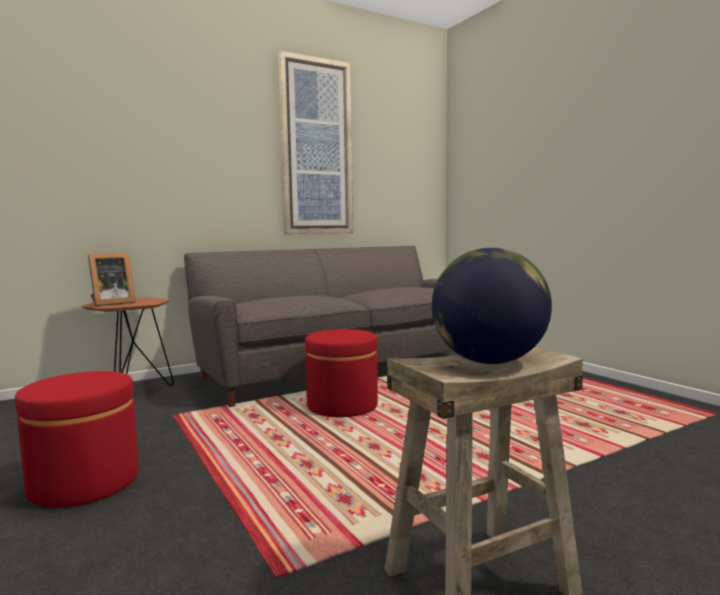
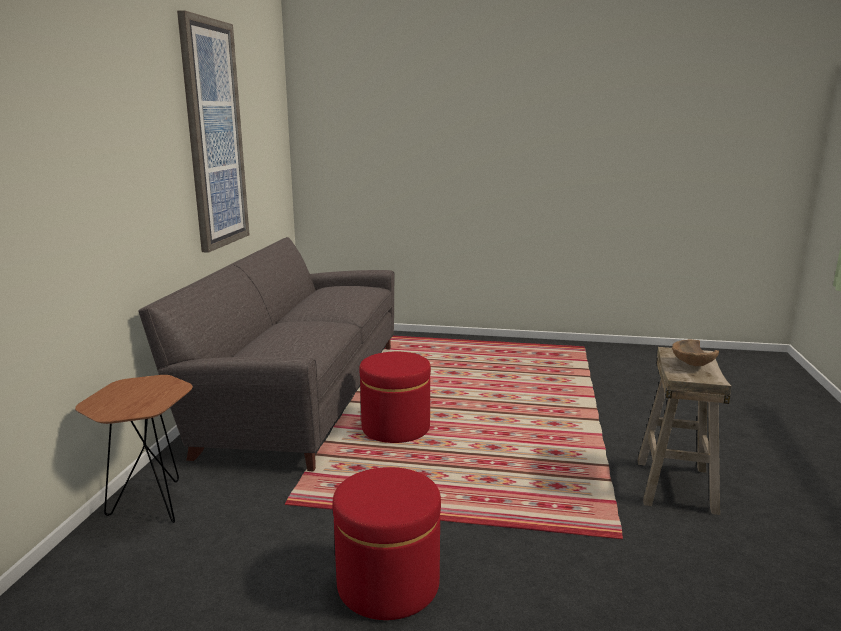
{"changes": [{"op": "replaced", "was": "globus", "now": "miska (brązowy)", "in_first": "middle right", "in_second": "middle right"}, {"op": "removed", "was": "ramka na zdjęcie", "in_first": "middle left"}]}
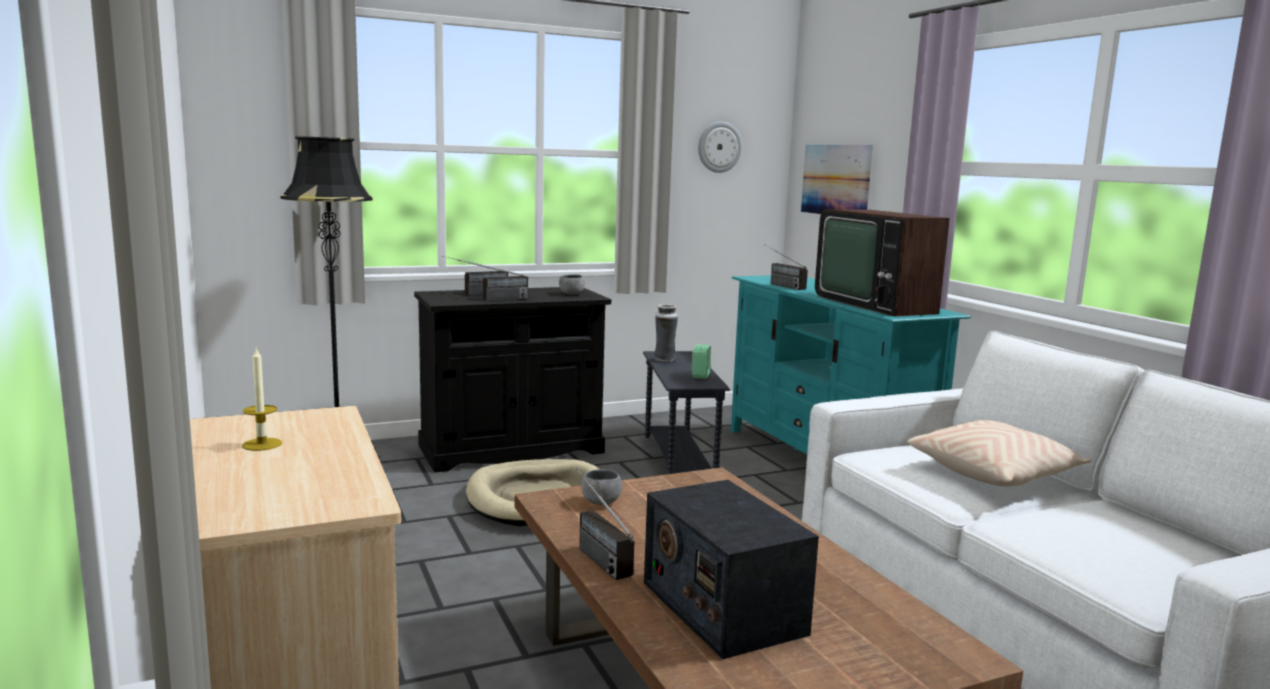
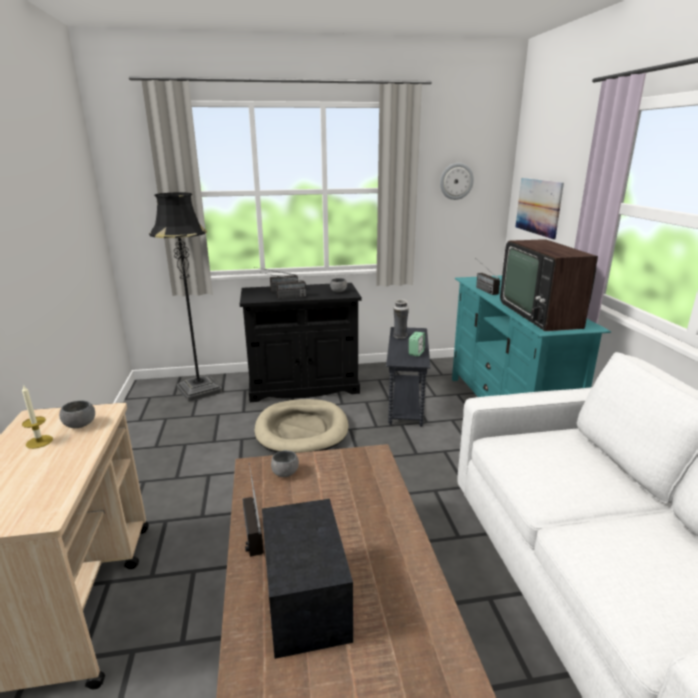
{"changes": [{"op": "removed", "was": "poduszka (beżowy)", "in_first": "middle right"}, {"op": "added", "now": "miska (szary) (1st from left)", "in_second": "middle left"}]}
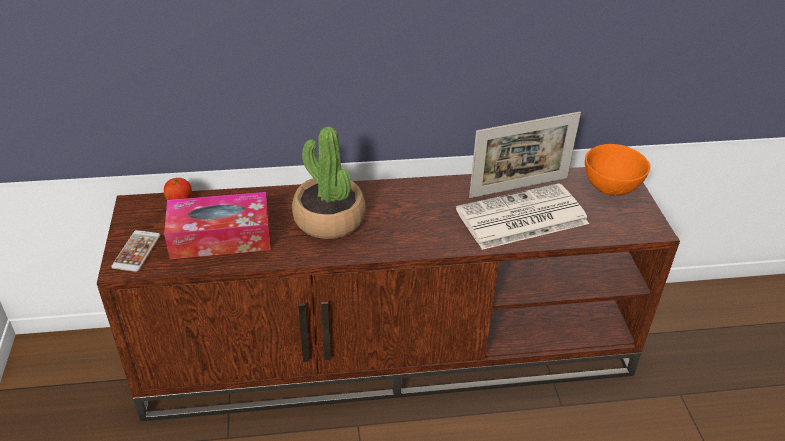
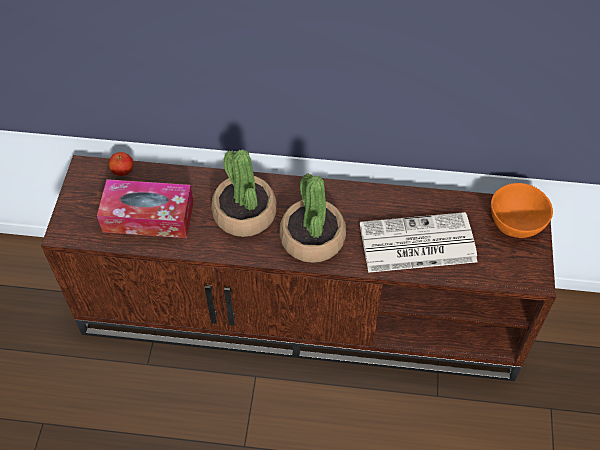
{"changes": [{"op": "removed", "was": "ramka na zdjęcie", "in_first": "middle right"}, {"op": "removed", "was": "telefon", "in_first": "middle left"}, {"op": "added", "now": "roślina doniczkowa (2nd from left)", "in_second": "centre"}]}
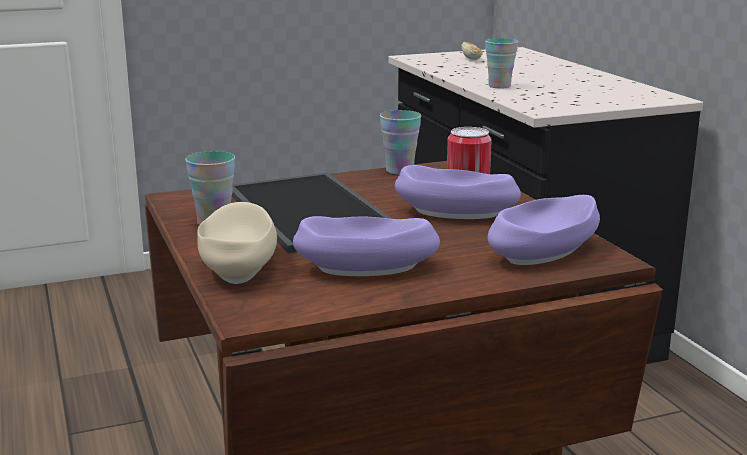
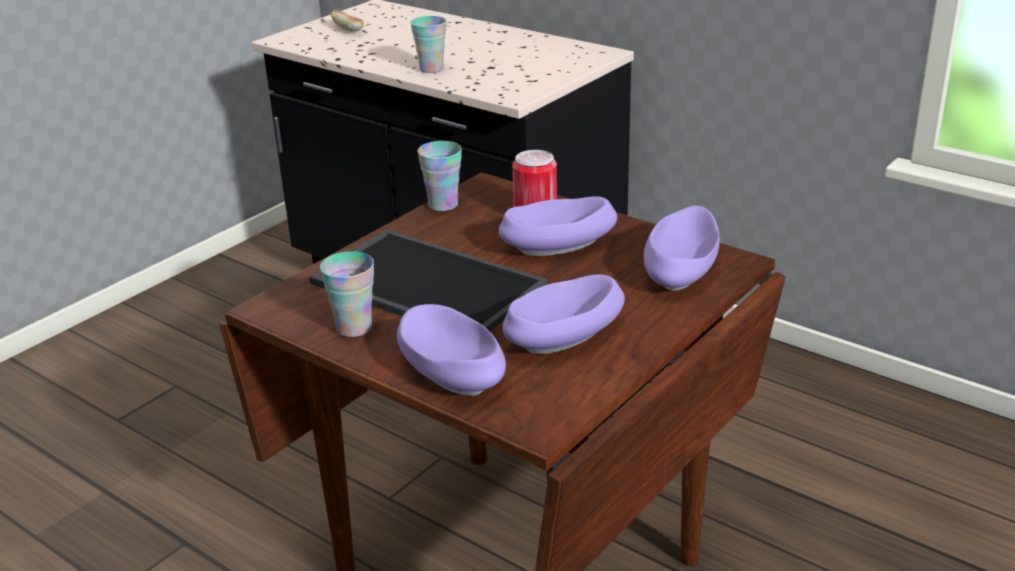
{"changes": [{"op": "recoloured", "was": "miska (beżowy)", "now": "miska (fioletowy) (1st from left)", "in_first": "middle left", "in_second": "centre"}]}
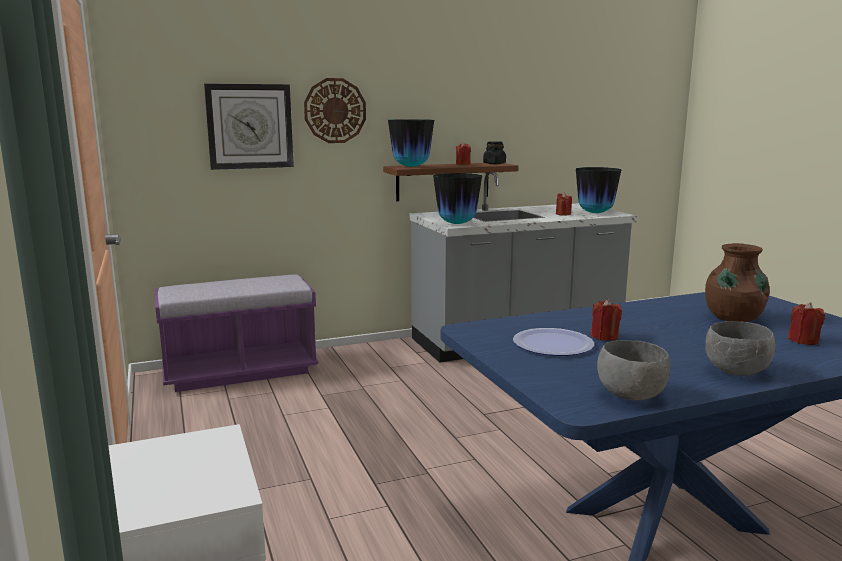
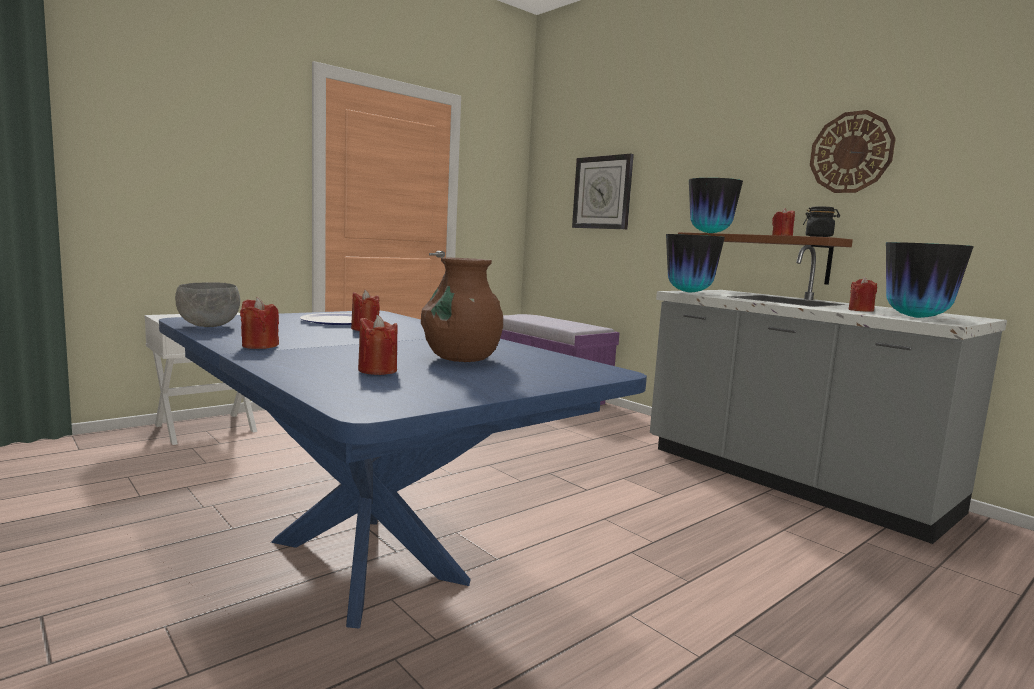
{"changes": [{"op": "moved", "was": "zegar ścienny (2nd from left)", "in_first": "top centre", "in_second": "top right"}, {"op": "replaced", "was": "miska (szary) (2nd from left)", "now": "świeca (czerwony) (1st from left)", "in_first": "middle right", "in_second": "middle left"}]}
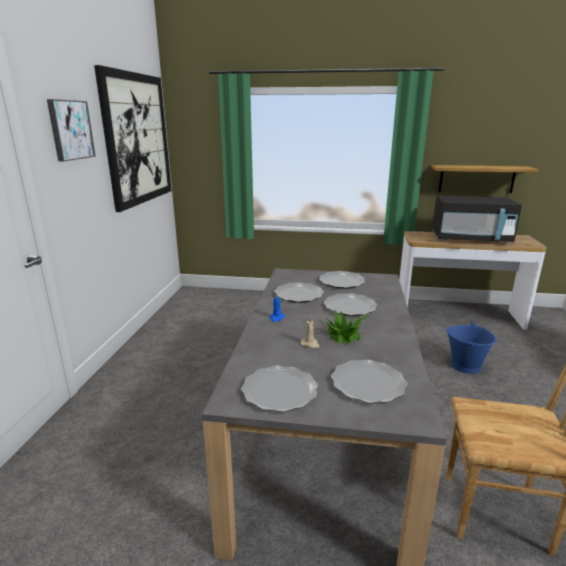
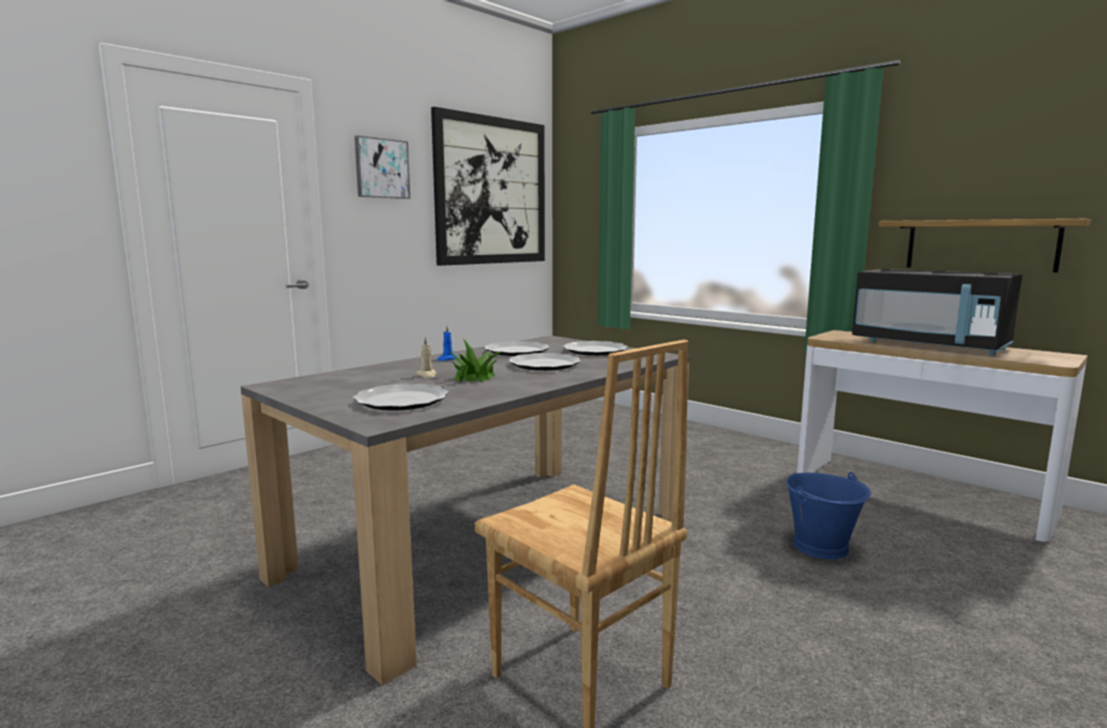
{"changes": [{"op": "removed", "was": "talerz (1st from left)", "in_first": "bottom centre"}]}
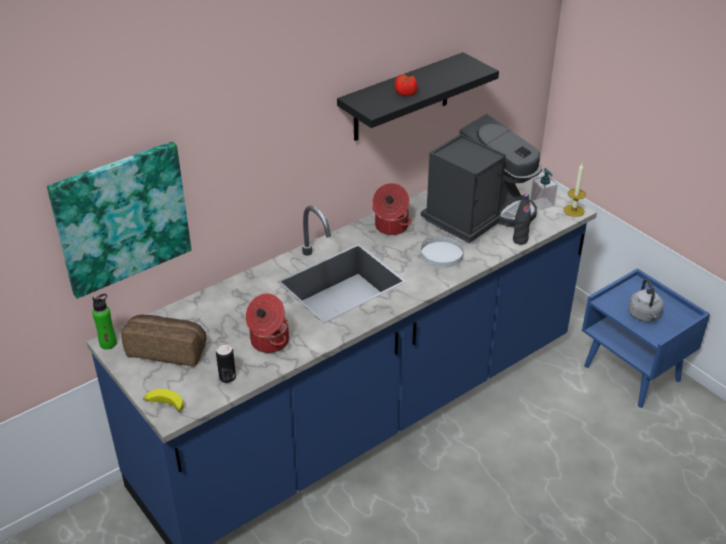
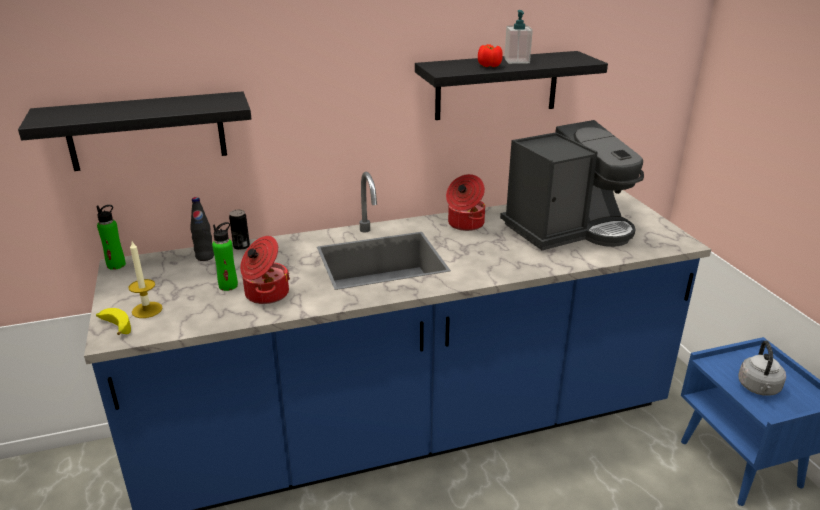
{"changes": [{"op": "replaced", "was": "obraz", "now": "półka (czarny) (1st from left)", "in_first": "middle left", "in_second": "top left"}, {"op": "moved", "was": "świeca", "in_first": "middle right", "in_second": "middle left"}, {"op": "moved", "was": "dozownik mydła", "in_first": "middle right", "in_second": "top centre"}, {"op": "moved", "was": "butelka (czarny)", "in_first": "middle right", "in_second": "middle left"}, {"op": "removed", "was": "talerz (biały)", "in_first": "centre"}, {"op": "removed", "was": "chleb", "in_first": "middle left"}, {"op": "moved", "was": "puszka", "in_first": "bottom left", "in_second": "middle left"}, {"op": "added", "now": "butelka (zielony) (2nd from left)", "in_second": "middle left"}]}
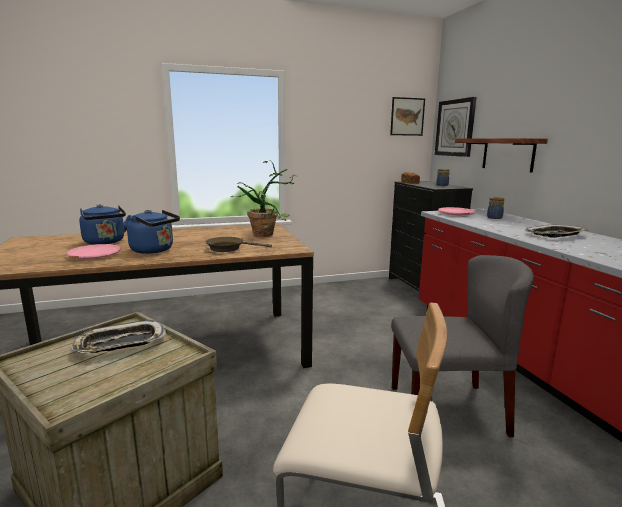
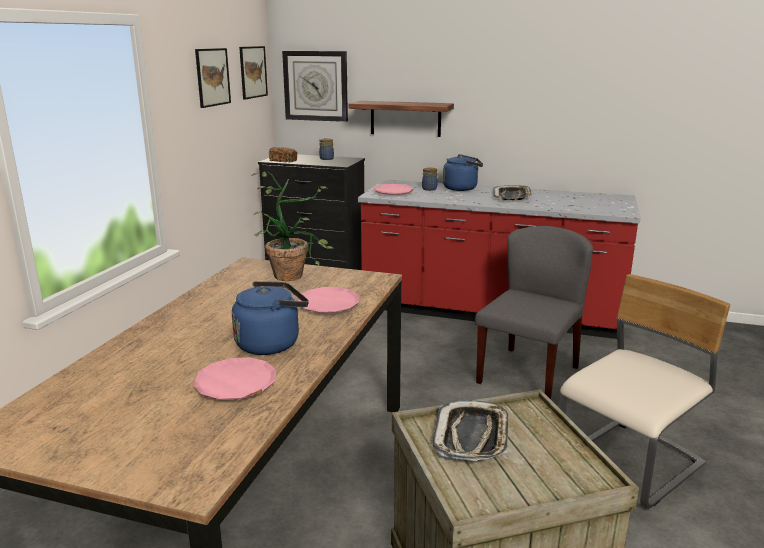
{"changes": [{"op": "moved", "was": "czajnik (niebieski) (1st from left in the first image)", "now": "czajnik (niebieski) (2nd from left)", "in_first": "middle left", "in_second": "top centre"}, {"op": "replaced", "was": "patelnia (brązowy)", "now": "talerz (różowy) (2nd from left)", "in_first": "centre", "in_second": "centre"}, {"op": "added", "now": "obraz (1st from left)", "in_second": "top left"}]}
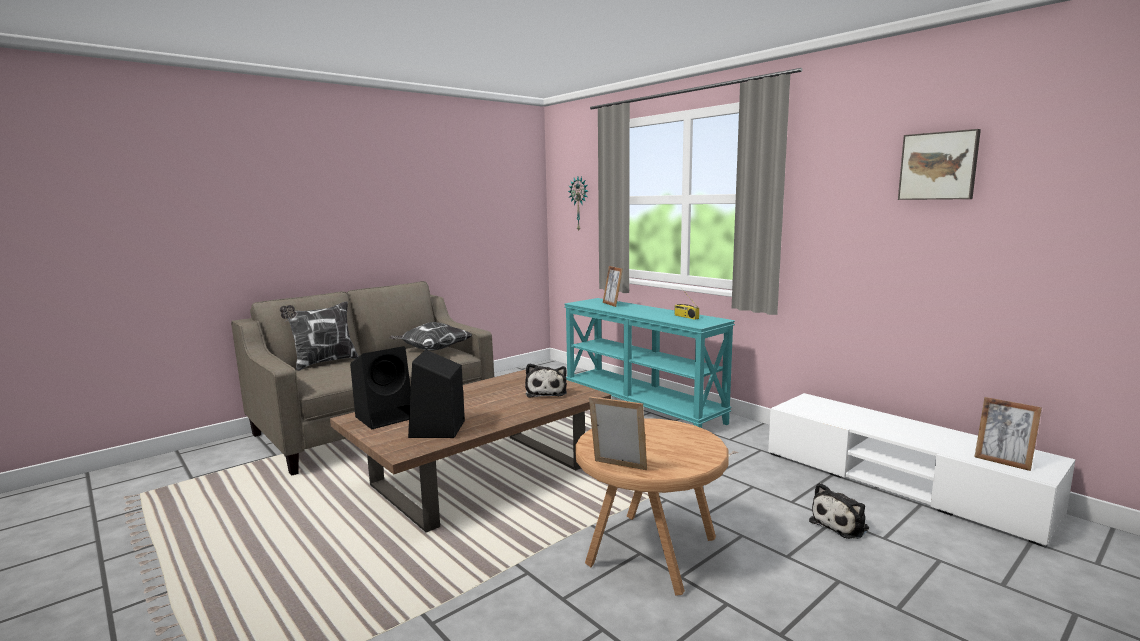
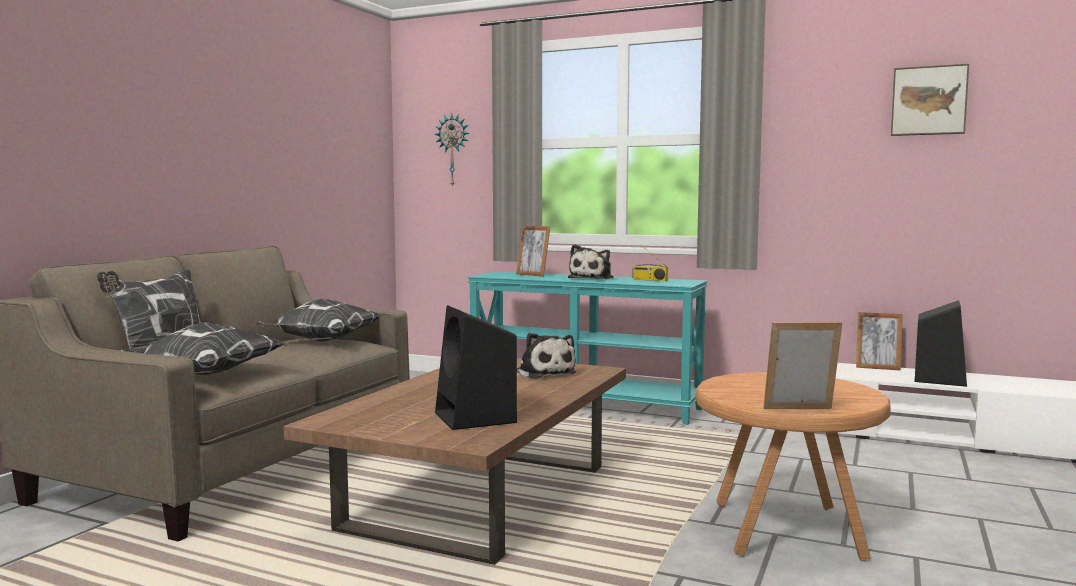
{"changes": [{"op": "moved", "was": "głośnik (czarny) (1st from left in the first image)", "now": "głośnik (czarny) (2nd from left)", "in_first": "centre", "in_second": "middle right"}, {"op": "moved", "was": "ramka na zdjęcie (3rd from left)", "in_first": "bottom right", "in_second": "middle right"}, {"op": "moved", "was": "pluszak (2nd from left)", "in_first": "bottom right", "in_second": "centre"}, {"op": "added", "now": "poduszka (2nd from left)", "in_second": "middle left"}]}
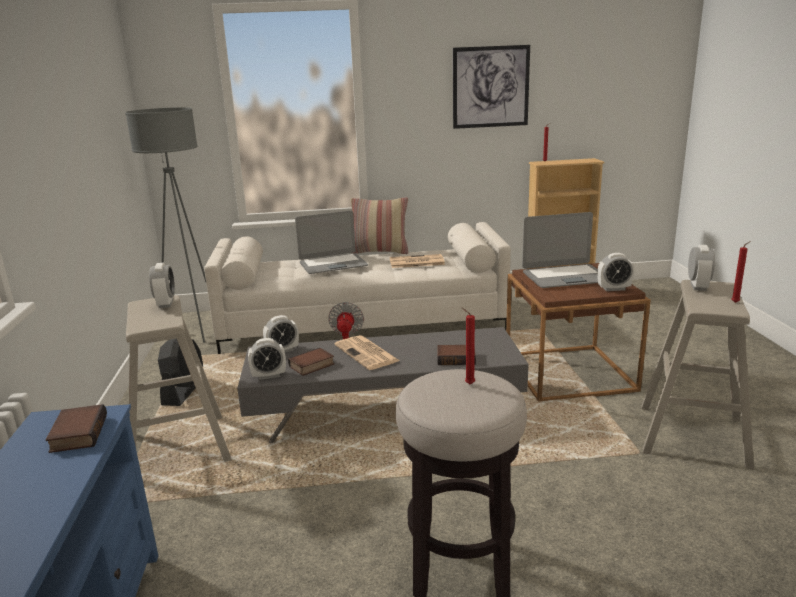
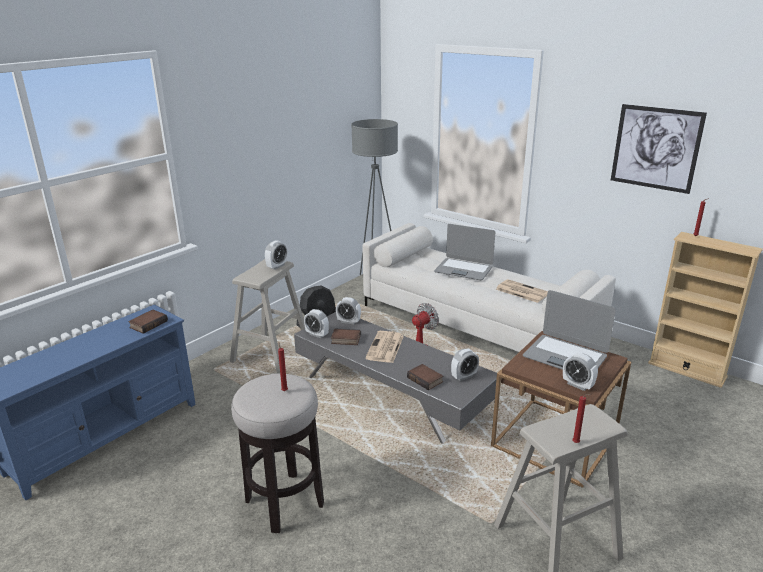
{"changes": [{"op": "removed", "was": "poduszka", "in_first": "centre"}, {"op": "moved", "was": "budzik (5th from left in the first image)", "now": "budzik (4th from left)", "in_first": "middle right", "in_second": "centre"}]}
